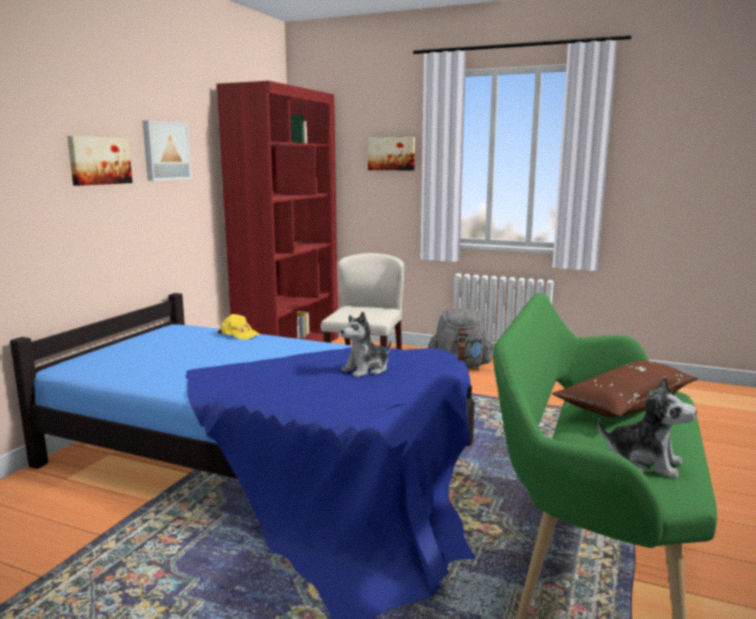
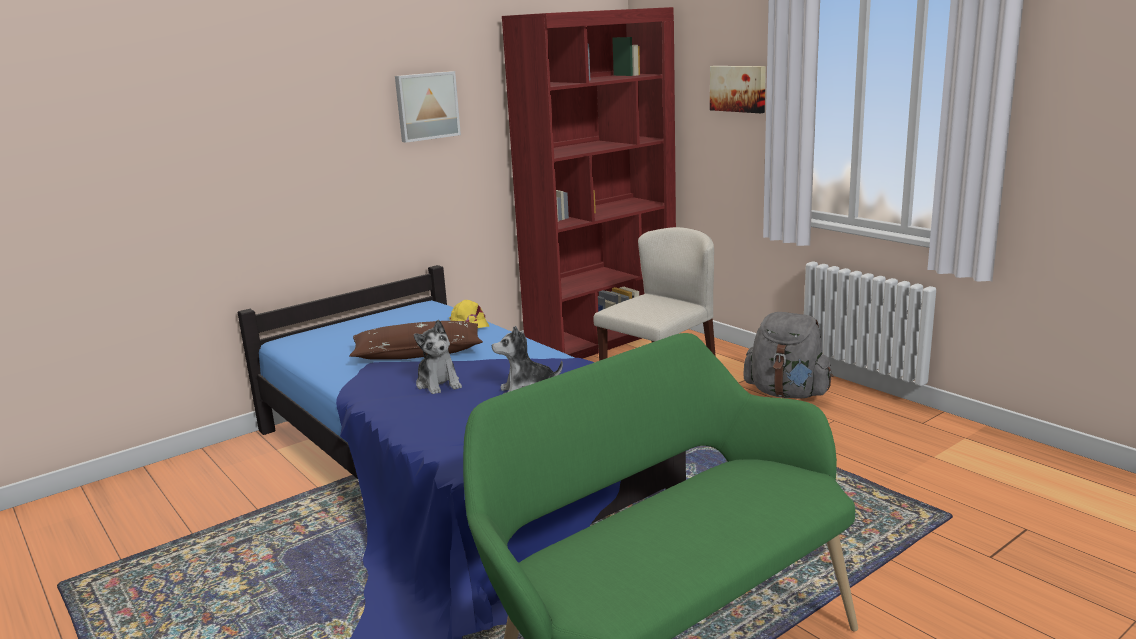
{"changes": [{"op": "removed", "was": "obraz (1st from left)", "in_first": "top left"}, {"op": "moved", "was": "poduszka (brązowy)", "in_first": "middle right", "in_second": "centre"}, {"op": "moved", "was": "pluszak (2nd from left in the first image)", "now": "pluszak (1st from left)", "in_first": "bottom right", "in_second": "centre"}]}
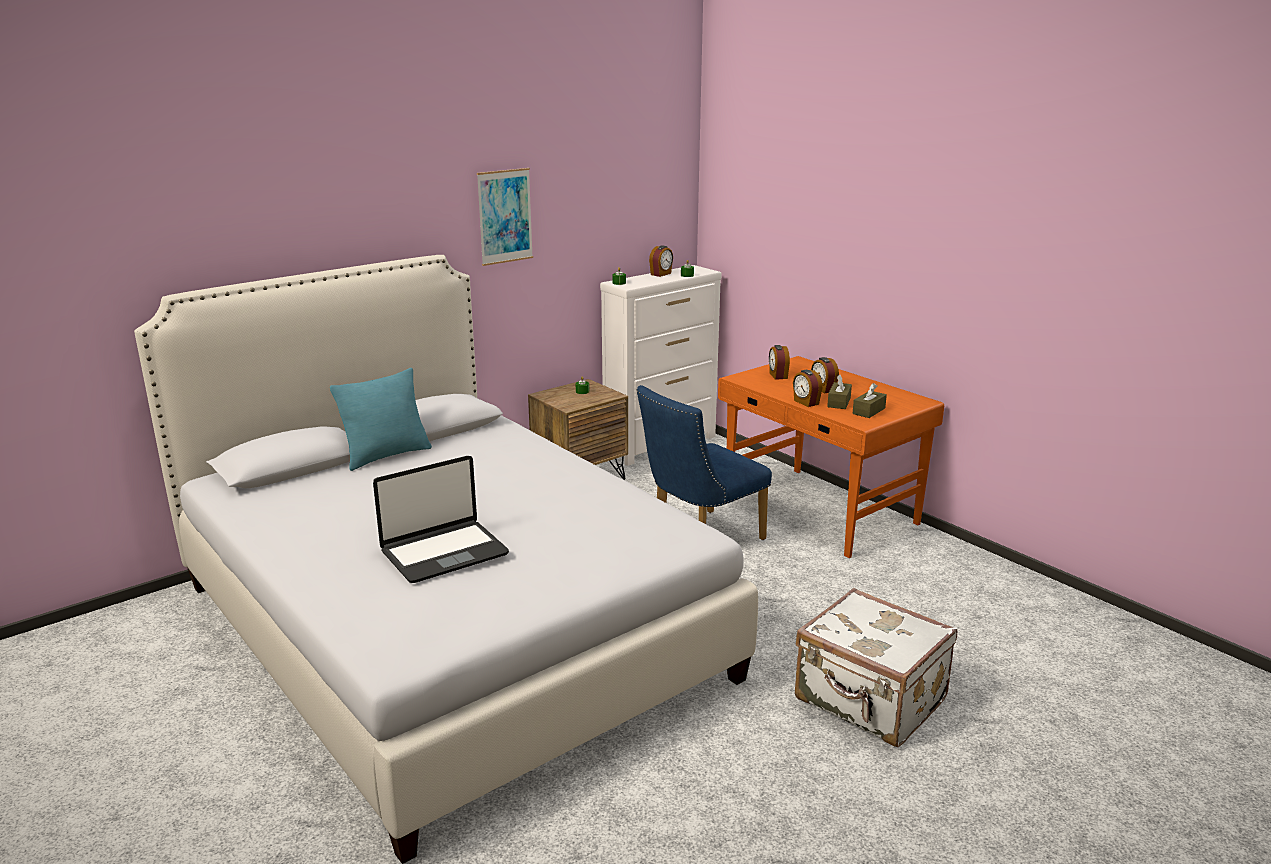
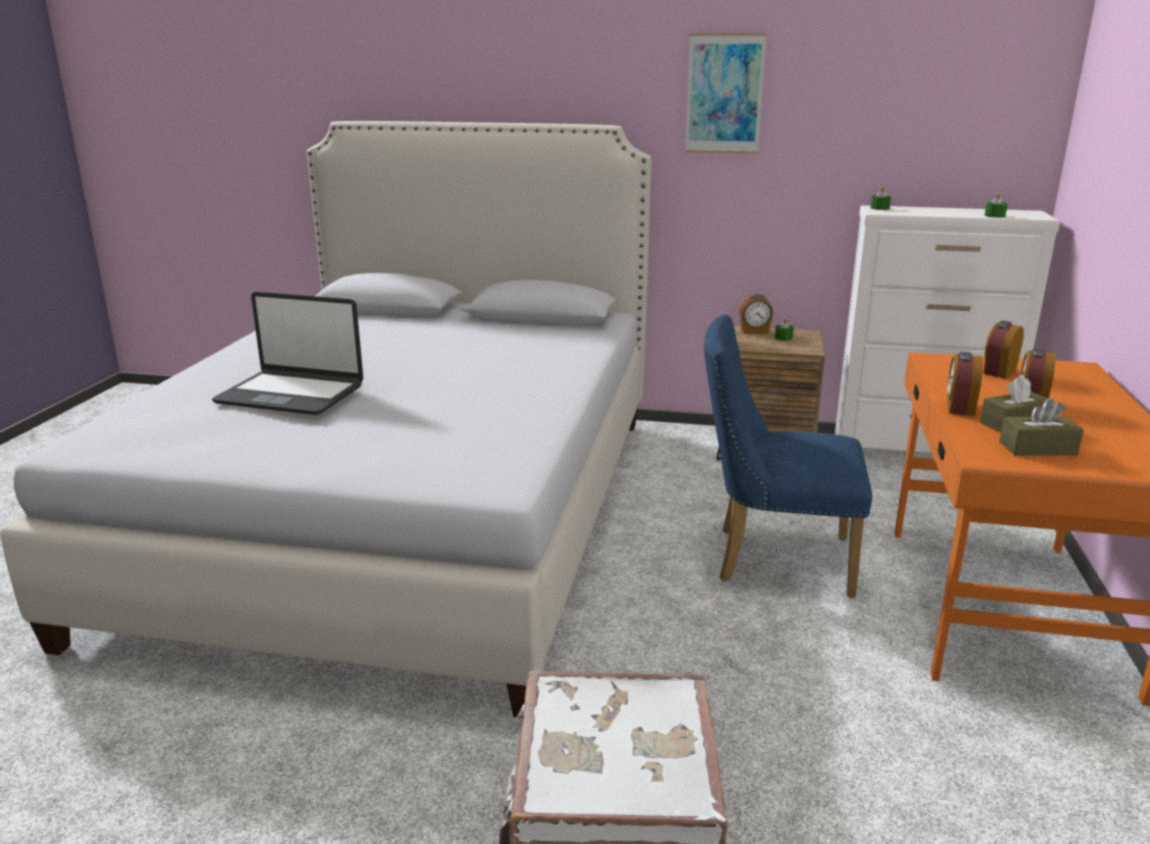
{"changes": [{"op": "moved", "was": "budzik (1st from left)", "in_first": "top centre", "in_second": "centre"}, {"op": "removed", "was": "poduszka (turkusowy)", "in_first": "middle left"}]}
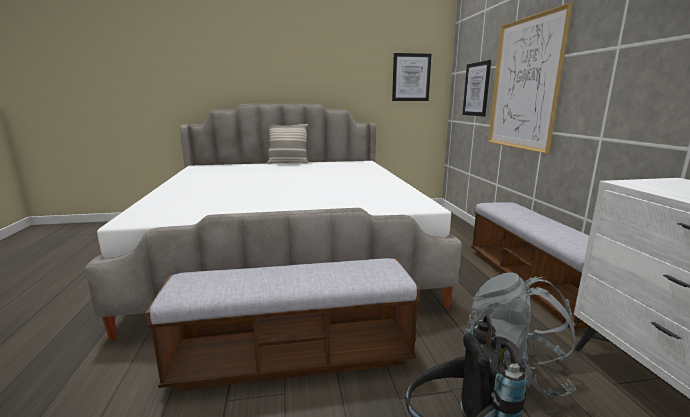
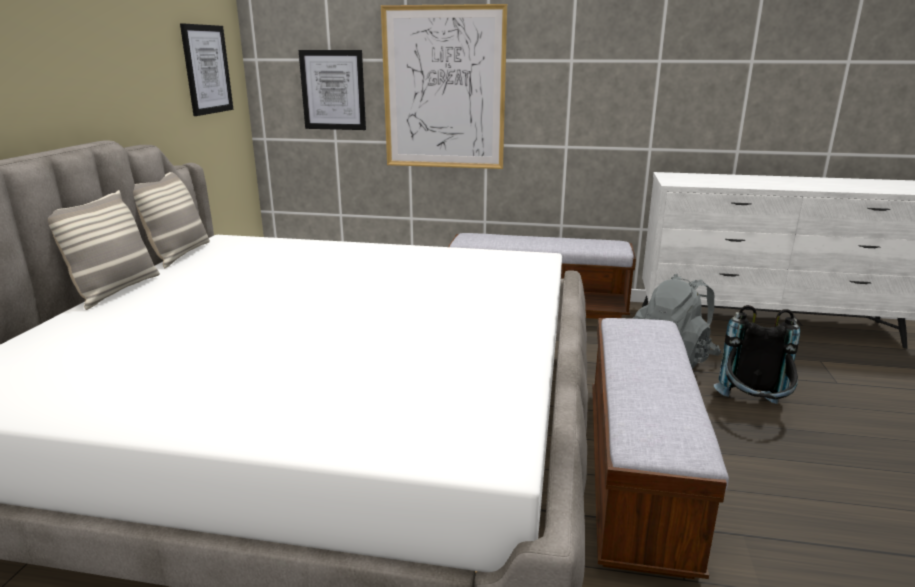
{"changes": [{"op": "added", "now": "poduszka (2nd from left)", "in_second": "middle left"}]}
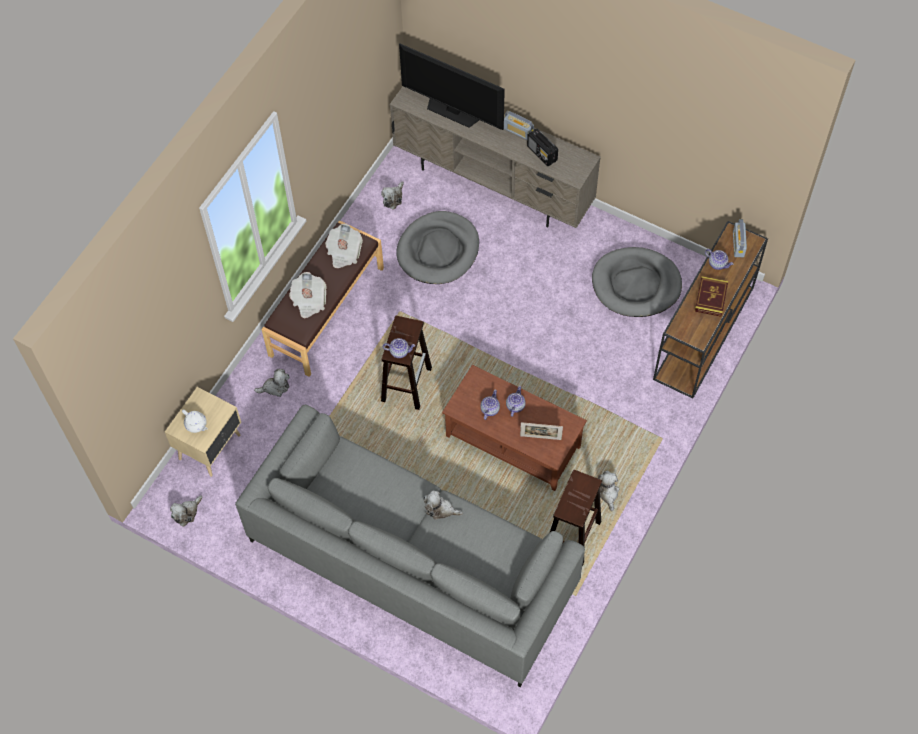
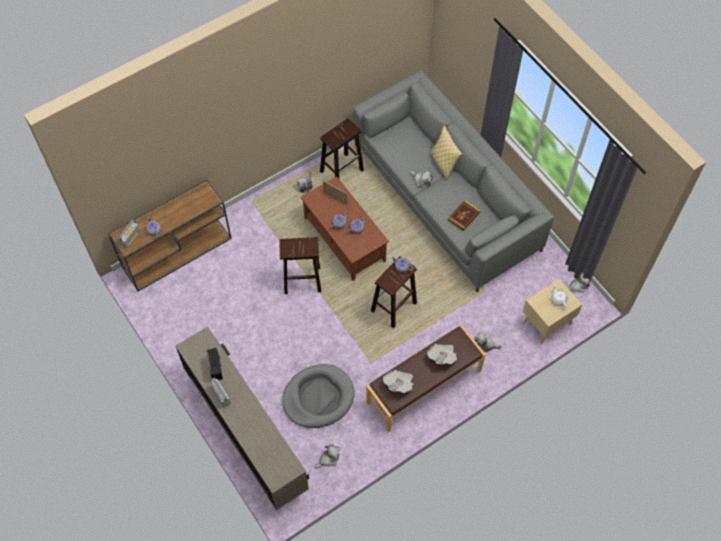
{"changes": [{"op": "removed", "was": "telewizor", "in_first": "top centre"}, {"op": "removed", "was": "legowisko (szary) (2nd from left)", "in_first": "middle right"}, {"op": "moved", "was": "książka", "in_first": "middle right", "in_second": "centre"}, {"op": "added", "now": "poduszka", "in_second": "top centre"}, {"op": "added", "now": "stołek (brązowy) (1st from left)", "in_second": "centre"}]}
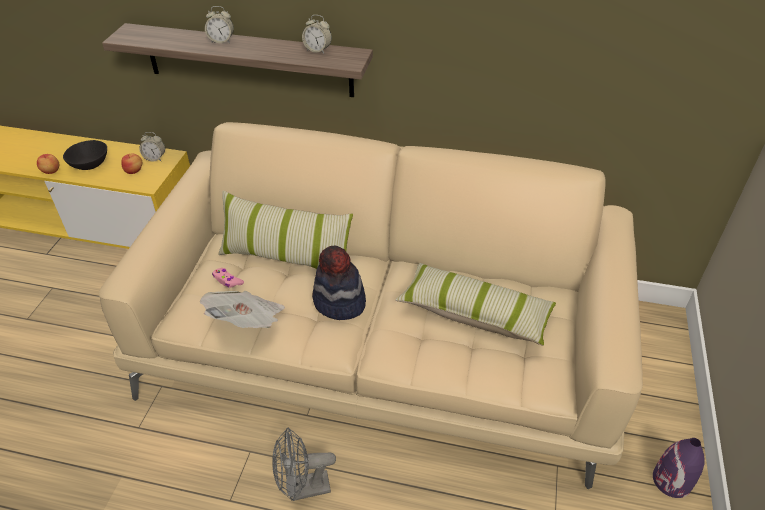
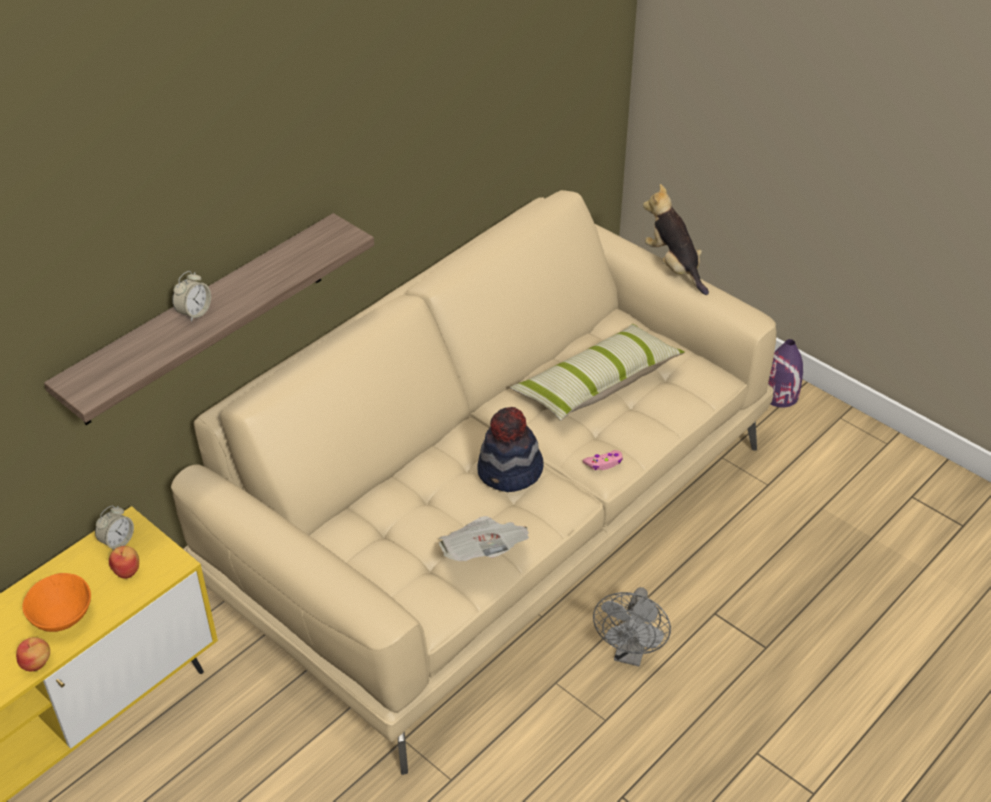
{"changes": [{"op": "removed", "was": "budzik (3rd from left)", "in_first": "top centre"}, {"op": "recoloured", "was": "miska (czarny)", "now": "miska (pomarańczowy)", "in_first": "top left", "in_second": "bottom left"}, {"op": "removed", "was": "poduszka (1st from left)", "in_first": "centre"}, {"op": "moved", "was": "pad do gier (różowy)", "in_first": "middle left", "in_second": "centre"}, {"op": "added", "now": "pluszak", "in_second": "top right"}]}
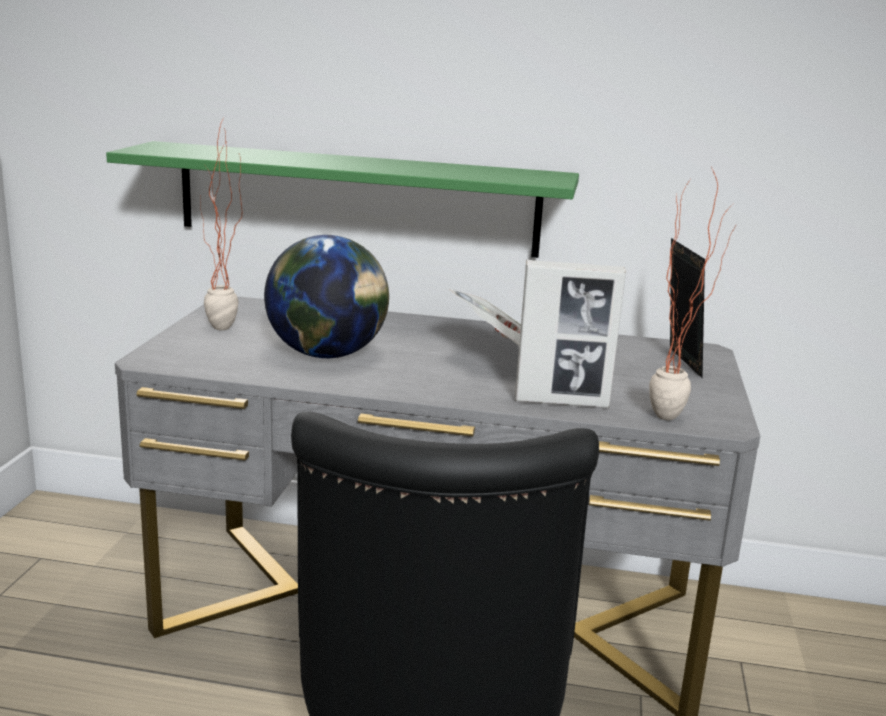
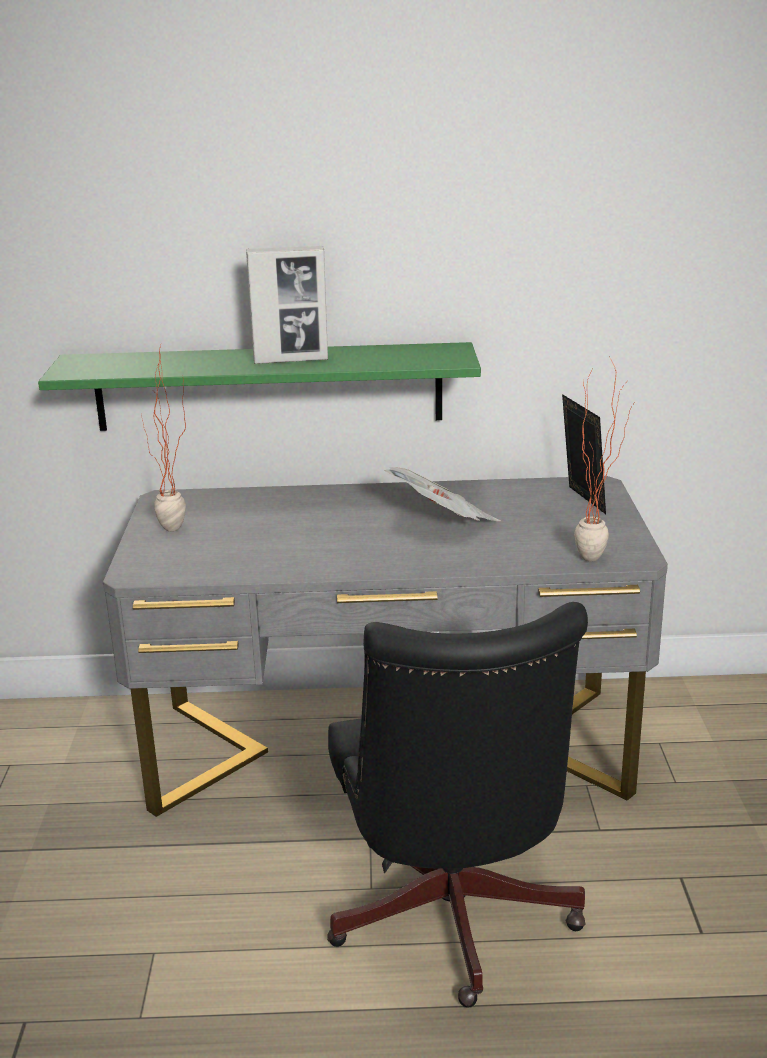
{"changes": [{"op": "removed", "was": "globus", "in_first": "centre"}, {"op": "moved", "was": "ramka na zdjęcie (1st from left)", "in_first": "centre", "in_second": "top centre"}]}
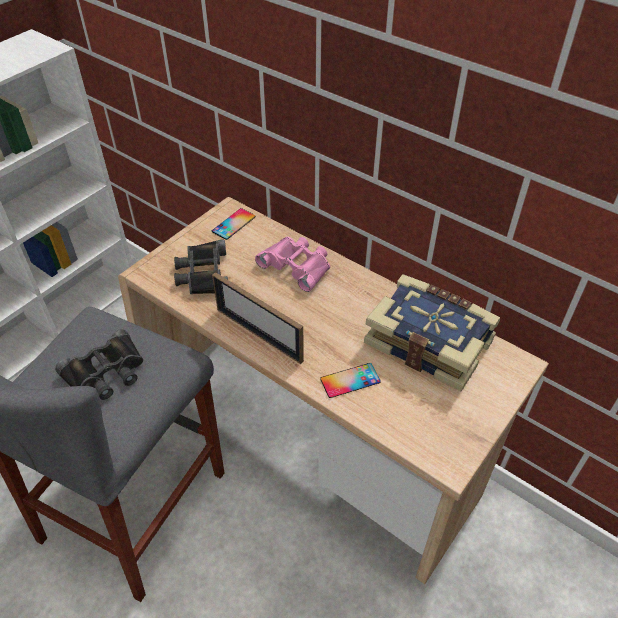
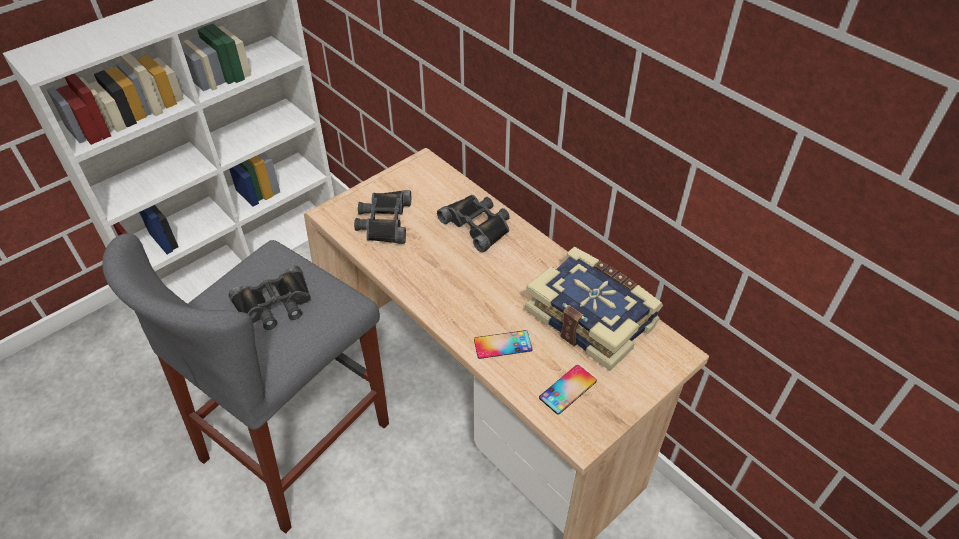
{"changes": [{"op": "moved", "was": "telefon (1st from left in the first image)", "now": "telefon (2nd from left)", "in_first": "centre", "in_second": "bottom centre"}, {"op": "recoloured", "was": "lornetka (różowy)", "now": "lornetka (czarny) (3rd from left)", "in_first": "centre", "in_second": "centre"}, {"op": "removed", "was": "ramka na zdjęcie", "in_first": "centre"}]}
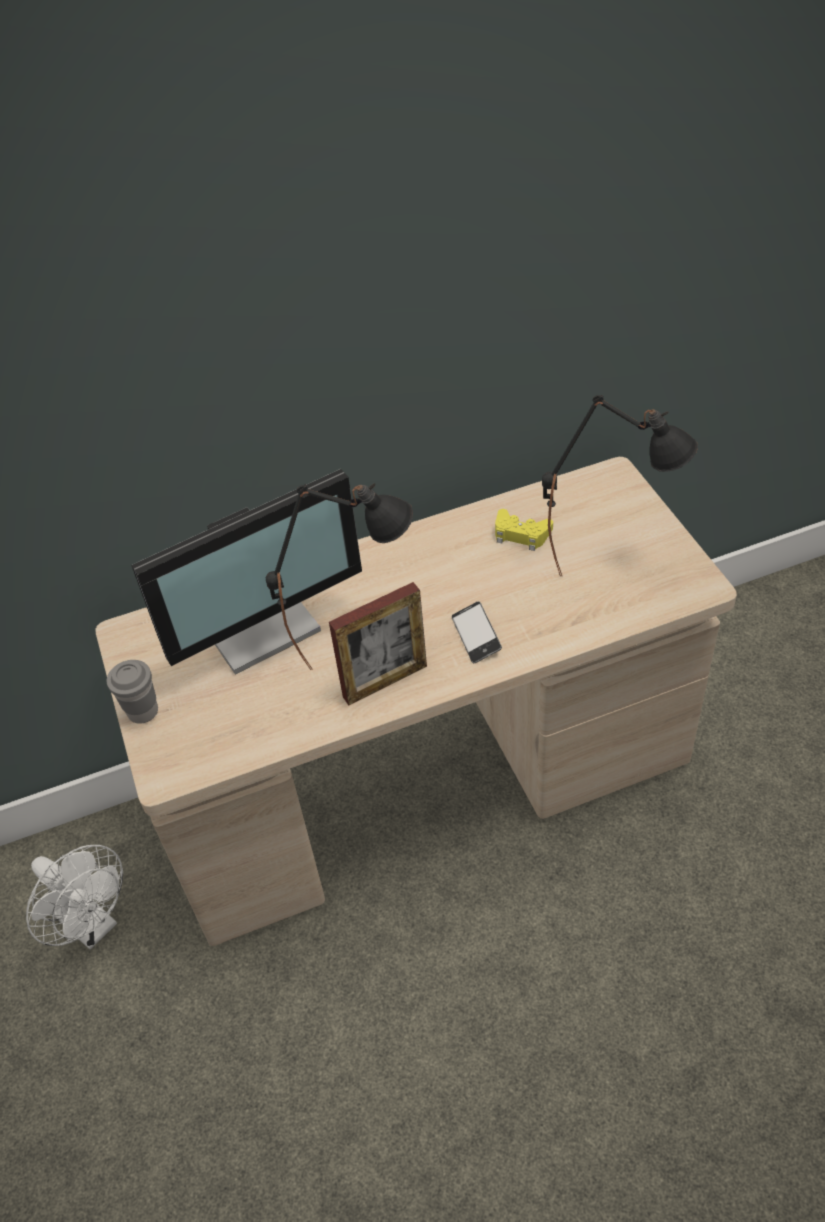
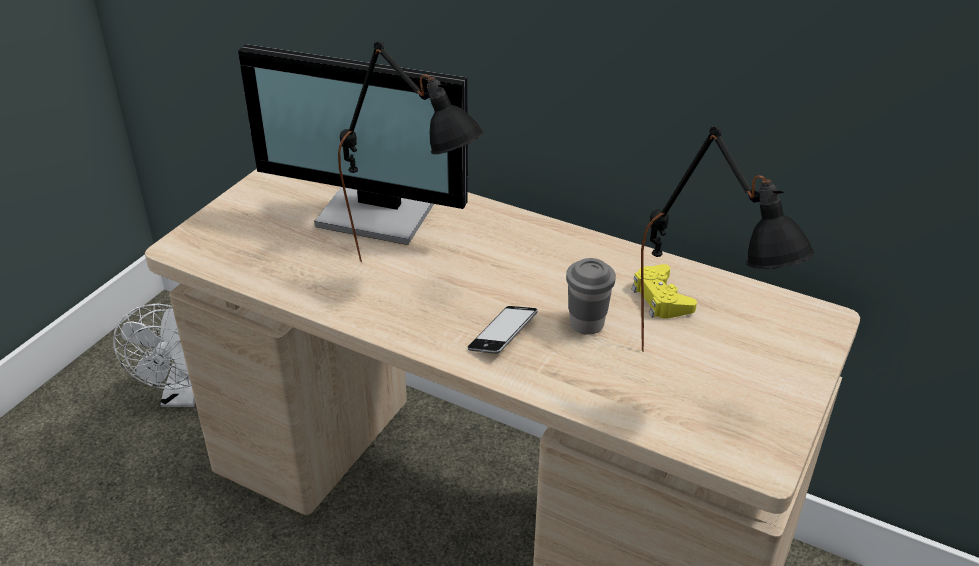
{"changes": [{"op": "removed", "was": "ramka na zdjęcie", "in_first": "centre"}, {"op": "moved", "was": "filiżanka (szary)", "in_first": "middle left", "in_second": "centre"}]}
